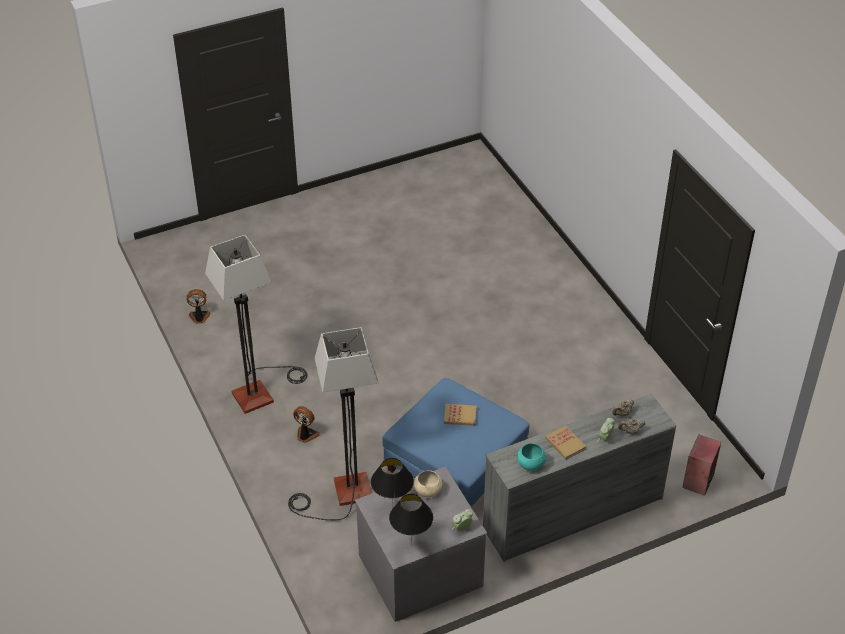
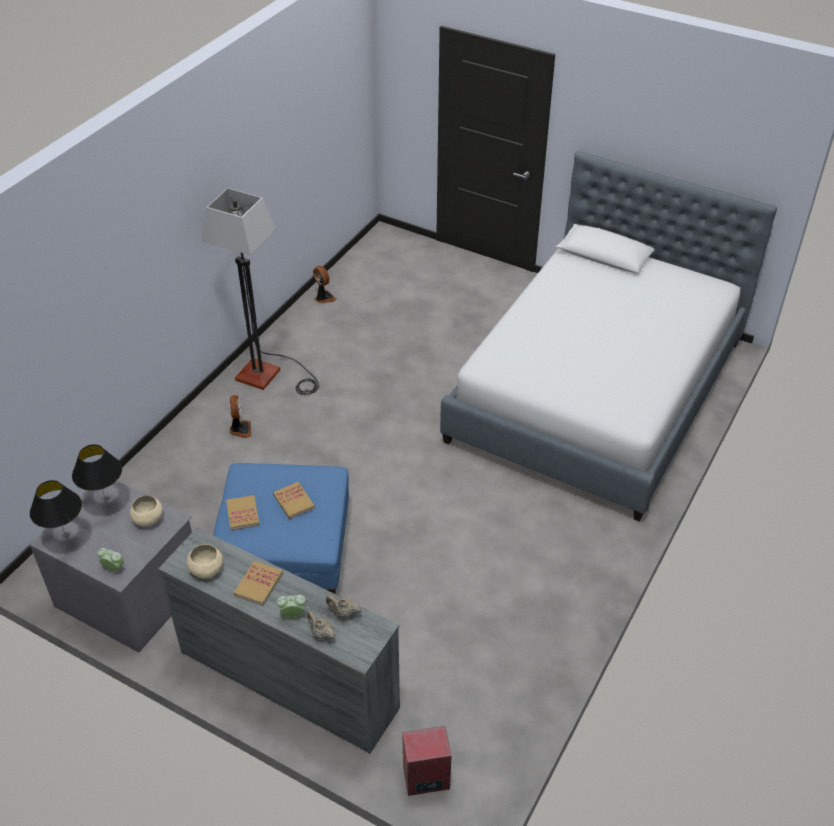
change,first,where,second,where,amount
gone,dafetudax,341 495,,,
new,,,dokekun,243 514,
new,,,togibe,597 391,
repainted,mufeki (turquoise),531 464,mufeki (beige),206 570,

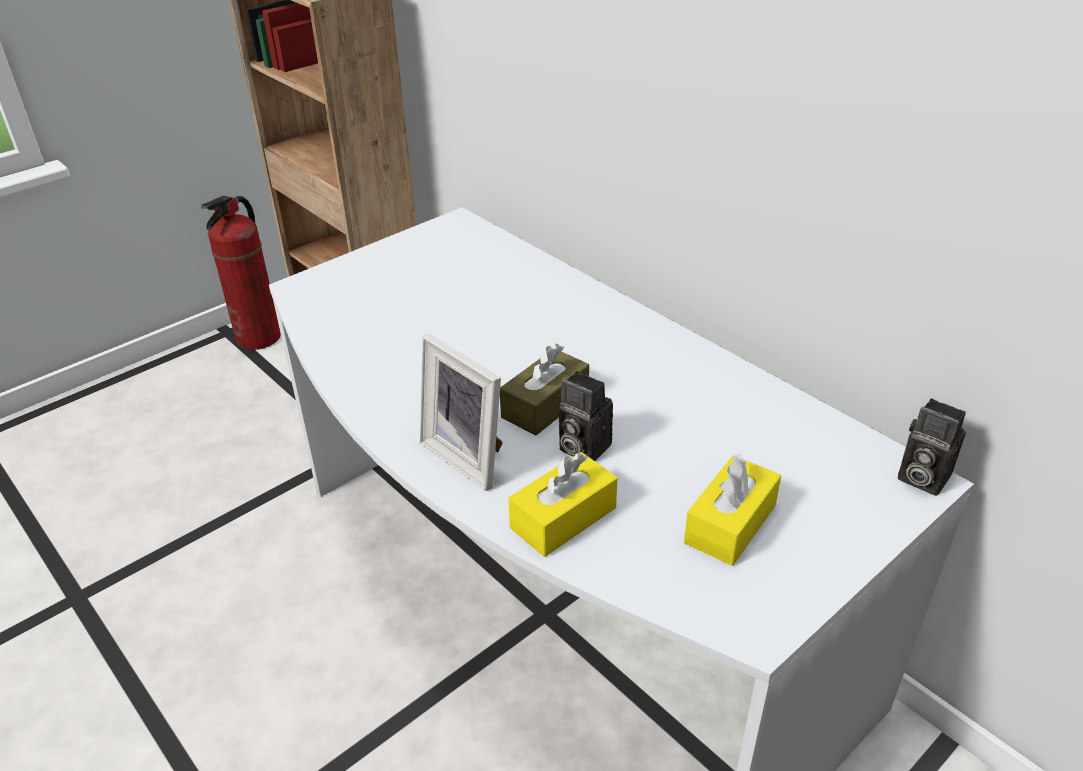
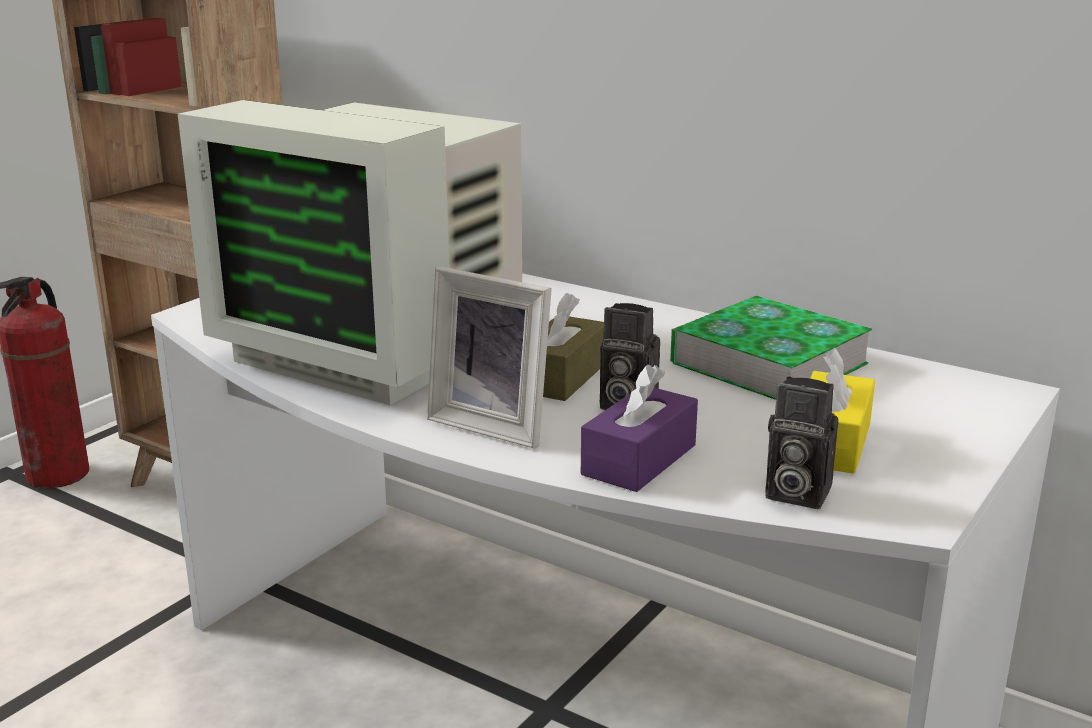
change,first,where,second,where,amount
new,,,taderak,376 349,
new,,,dokekun,768 363,
shifted,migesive,919 477,,793 493,
repainted,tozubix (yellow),563 518,tozubix (purple),639 460,

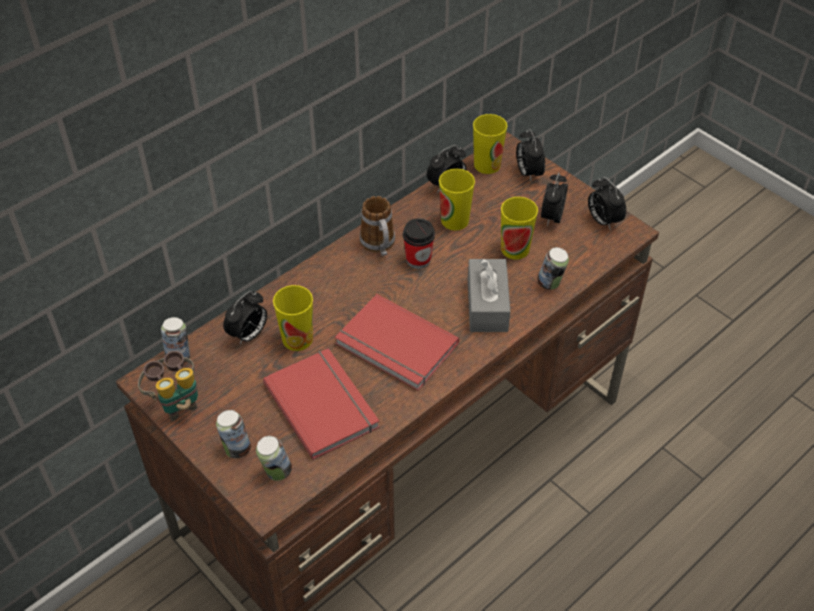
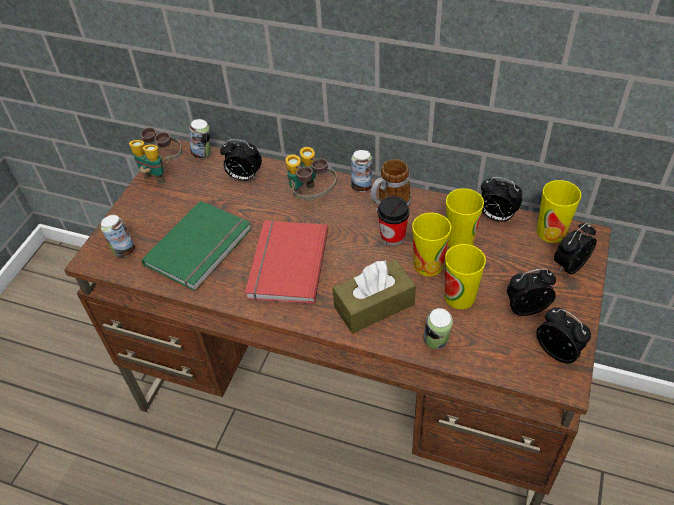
change,first,where,second,where,amount
new,,,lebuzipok,311 197,
shifted,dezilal,236 449,,361 186,
shifted,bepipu,297 339,,428 265,
repainted,dokekun (red),324 403,dokekun (green),201 248,
repainted,tozubix (grey),487 305,tozubix (brown),374 305,
rotated,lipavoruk,603 221,,558 351,105 degrees clockwise

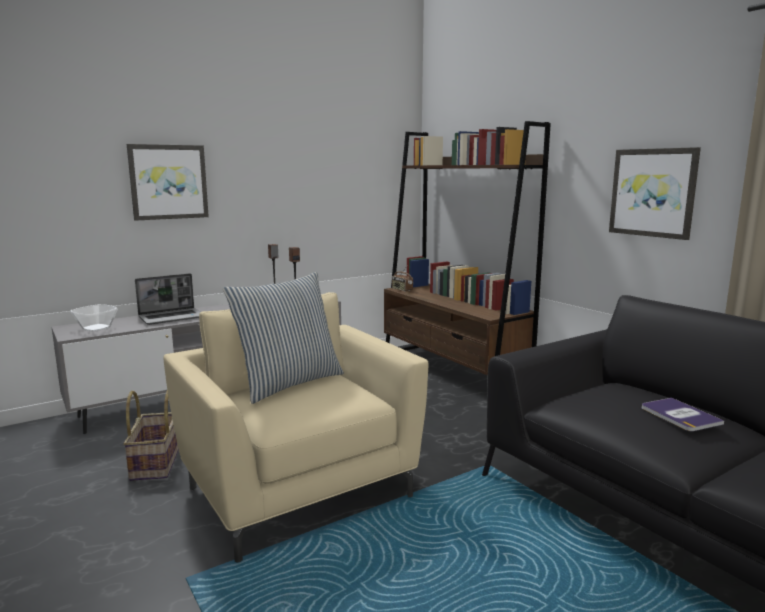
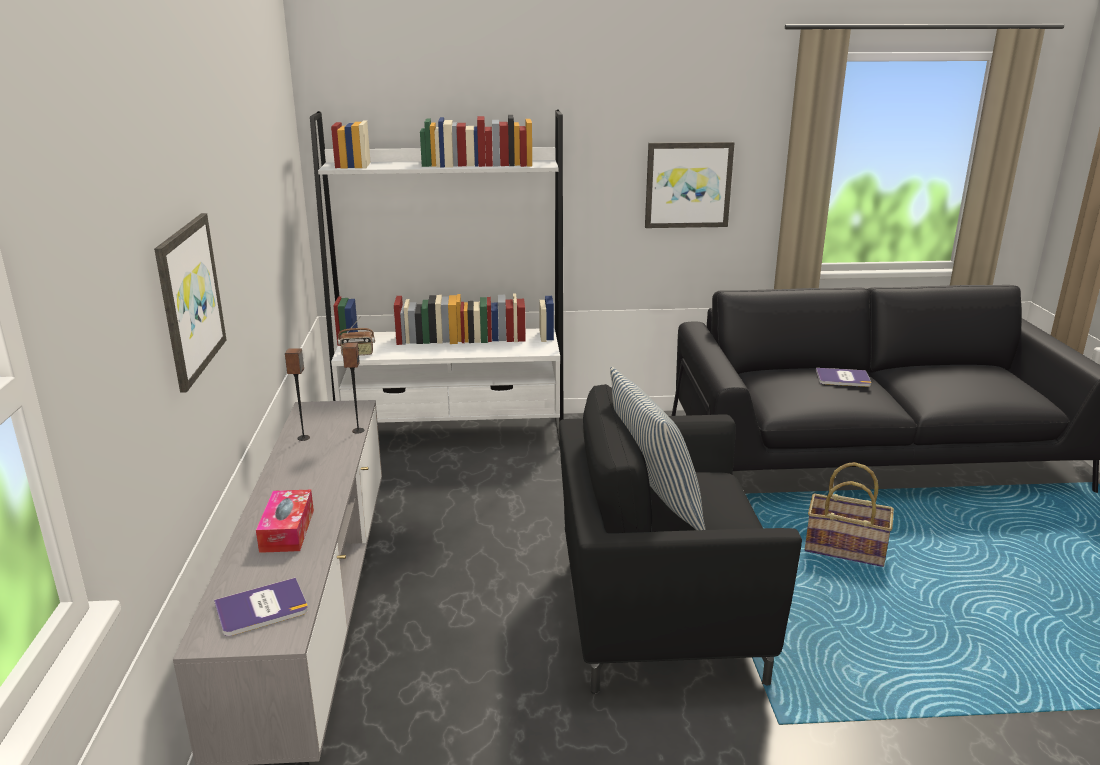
change,first,where,second,where,amount
shifted,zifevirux,157 463,,845 548,
swapped,mufeki,96 328,dokekun,262 608,
swapped,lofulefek,172 317,tozubix,287 530,
repainted,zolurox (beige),299 490,zolurox (black),655 615,
repainted,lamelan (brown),452 370,lamelan (white),453 433,

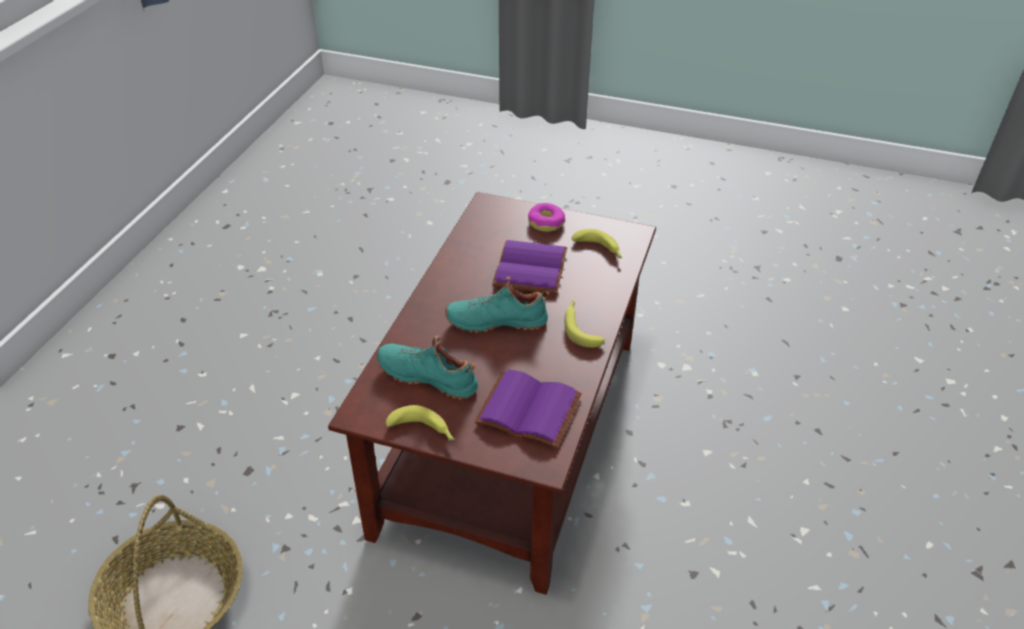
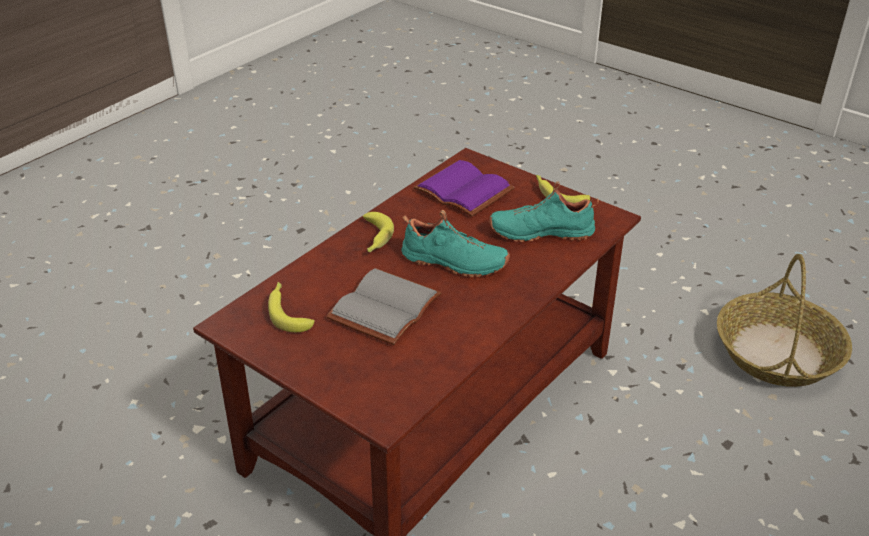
change,first,where,second,where,amount
gone,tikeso,546 222,,,
repainted,dokekun (purple),532 270,dokekun (grey),383 306,
rotated,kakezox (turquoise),429 376,,541 231,135 degrees clockwise

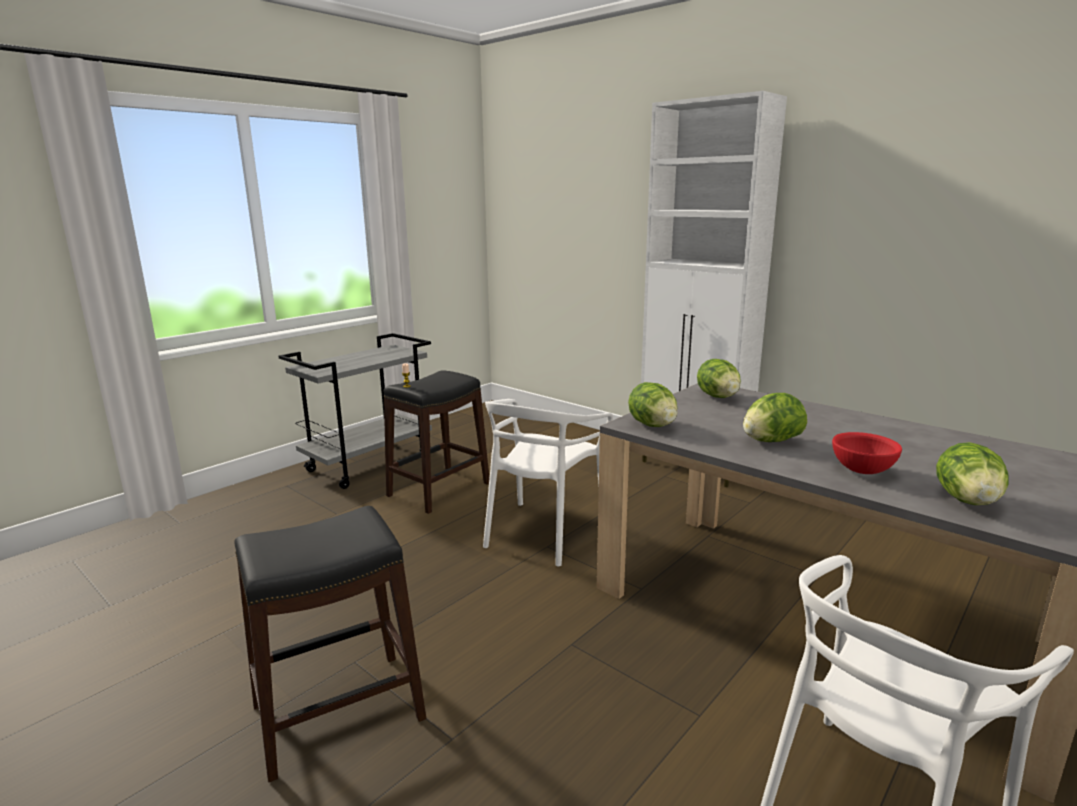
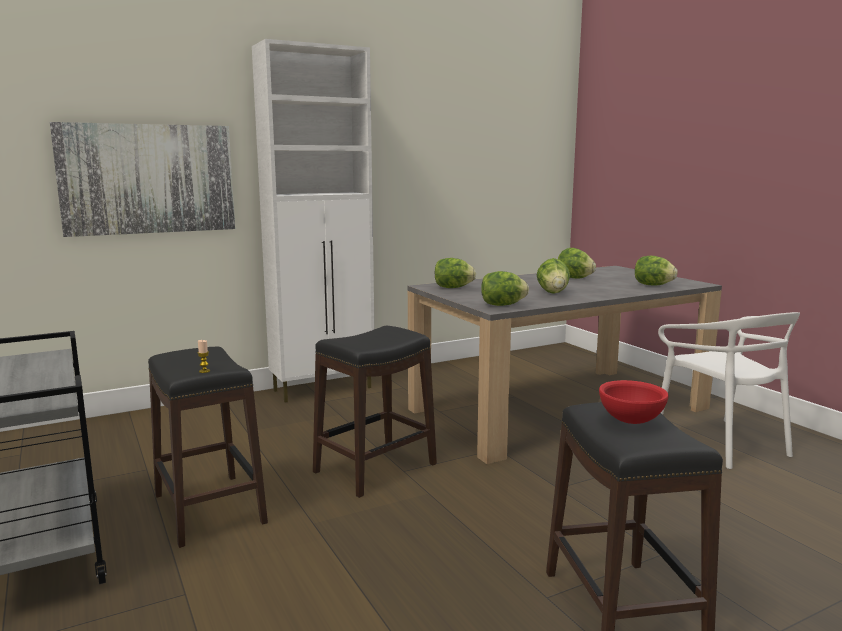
change,first,where,second,where,amount
new,,,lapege,148 179,
new,,,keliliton,574 278,
shifted,mufeki (red),861 470,,630 421,
swapped,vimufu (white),543 532,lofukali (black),376 468,

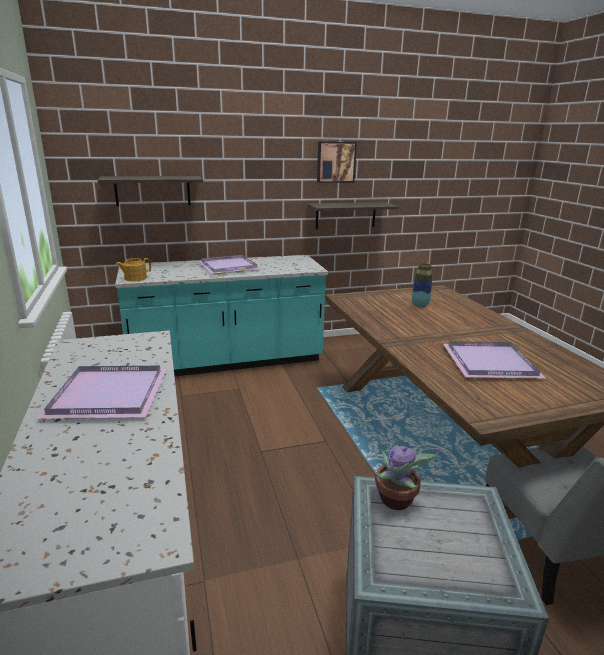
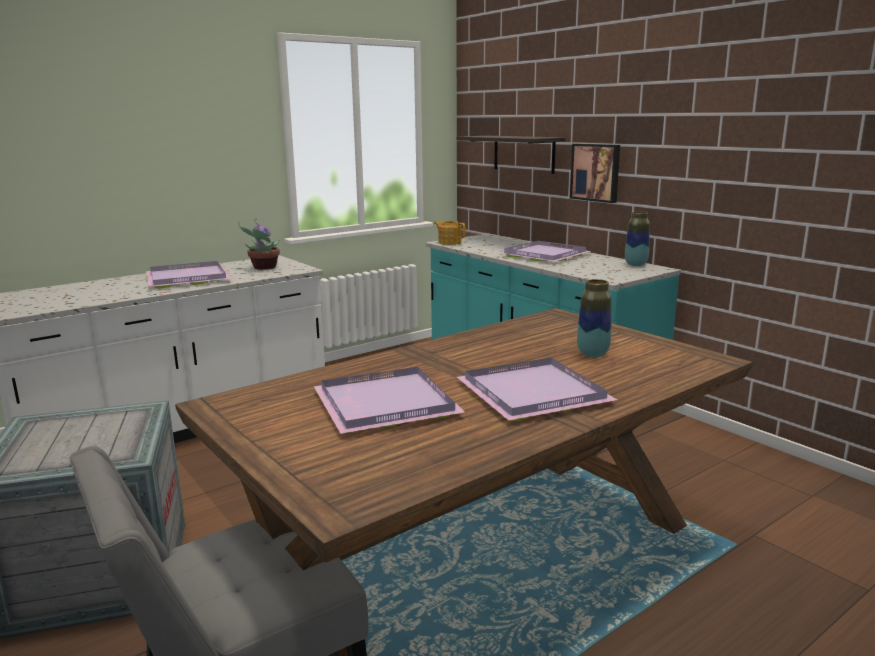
change,first,where,second,where,amount
gone,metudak,345 215,,,
new,,,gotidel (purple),532 394,
new,,,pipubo,635 264,
shifted,lapege,335 162,,596 172,
shifted,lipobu,396 501,,263 267,

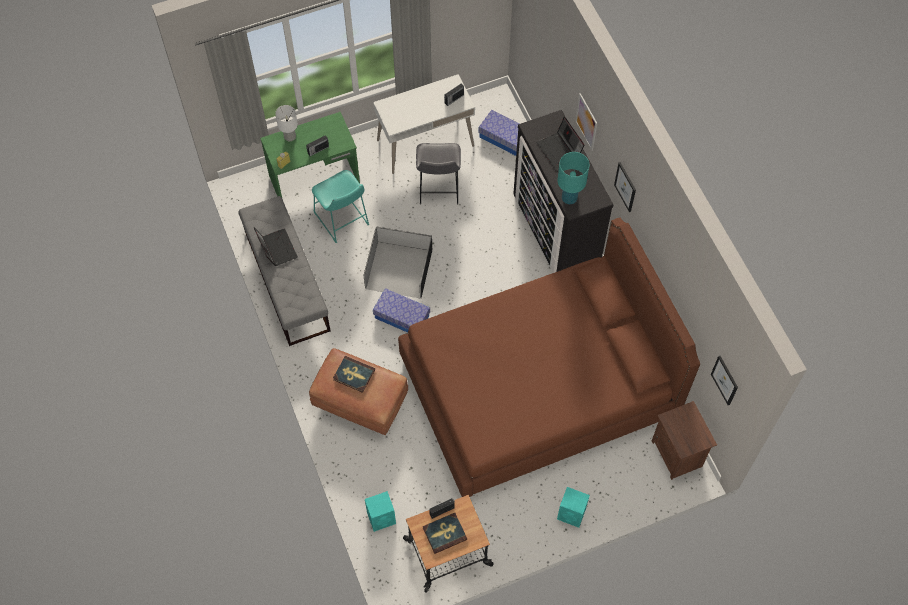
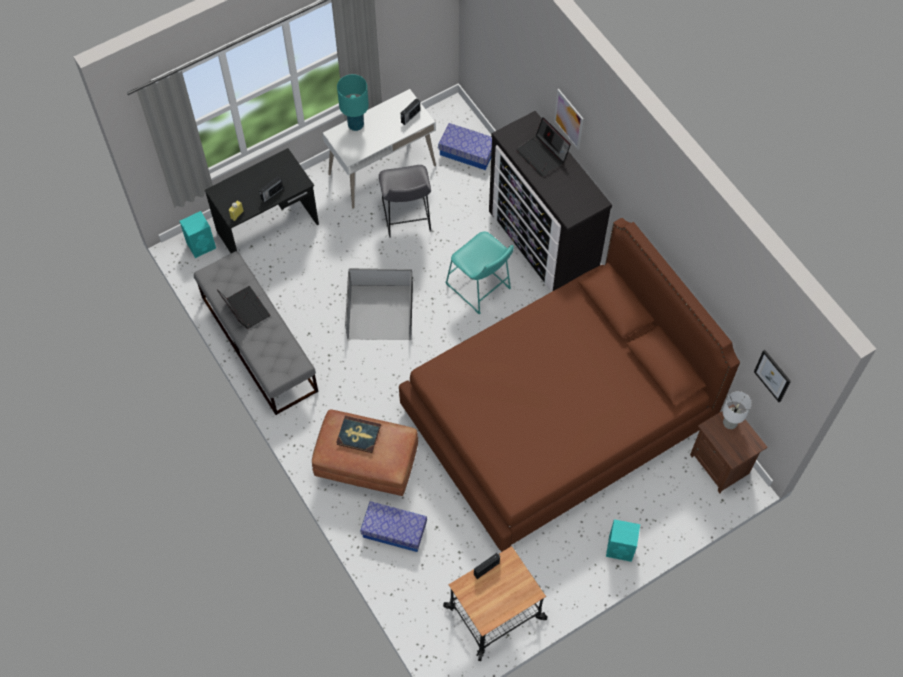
change,first,where,second,where,amount
gone,dokekun,444 533,,,
gone,lapege,625 187,,,
shifted,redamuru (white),290 136,,730 422,
shifted,lofukali (turquoise),342 221,,480 288,
shifted,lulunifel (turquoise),382 518,,202 245,
shifted,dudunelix,402 317,,394 531,
shifted,redamuru (turquoise),569 198,,355 125,
repainted,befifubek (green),315 180,befifubek (black),268 228,

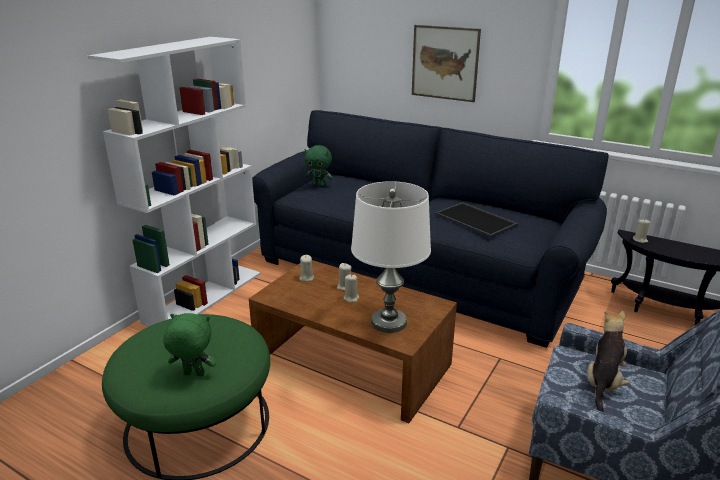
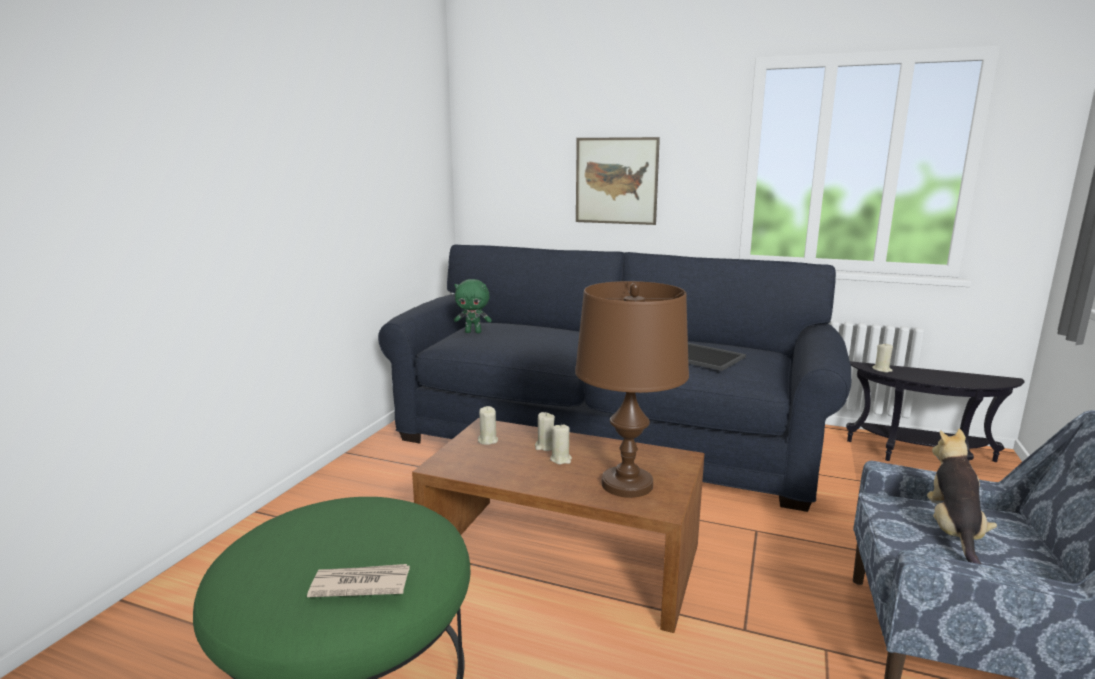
change,first,where,second,where,amount
gone,lamelan (white),204 296,,,
swapped,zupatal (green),193 375,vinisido,359 584,
repainted,redamuru (white),389 322,redamuru (brown),627 484,

